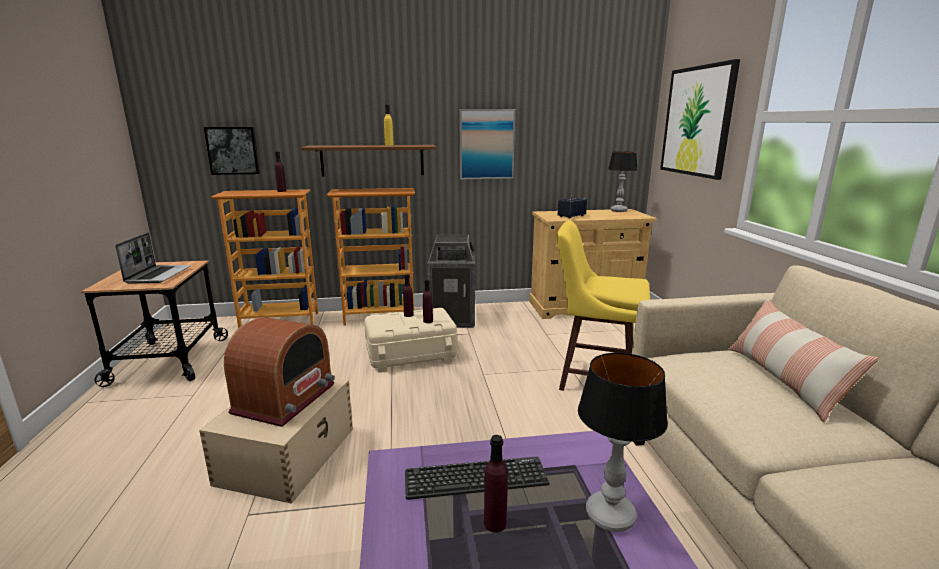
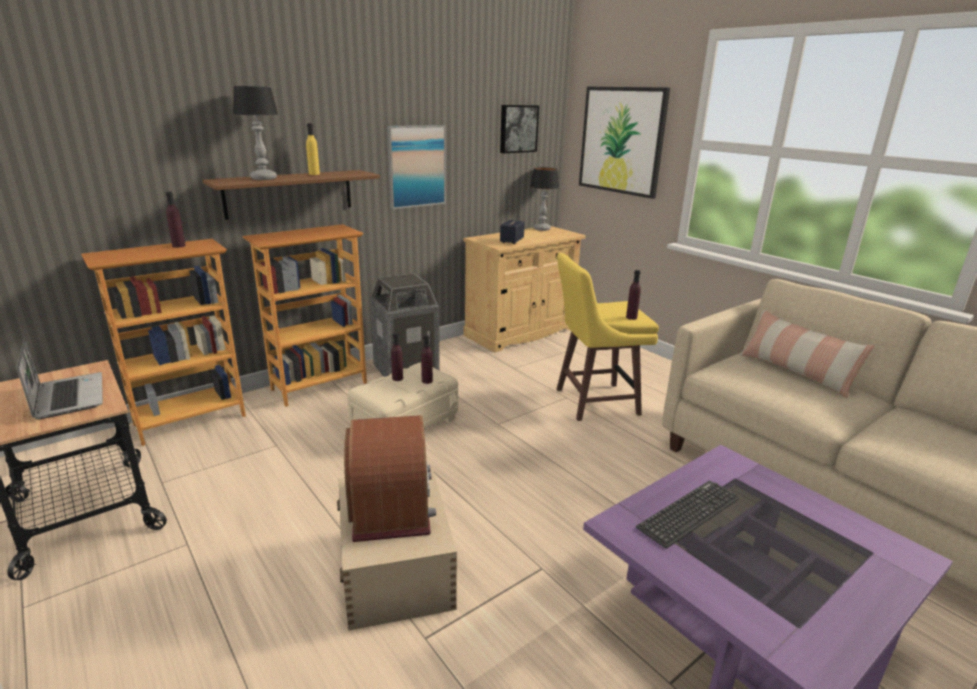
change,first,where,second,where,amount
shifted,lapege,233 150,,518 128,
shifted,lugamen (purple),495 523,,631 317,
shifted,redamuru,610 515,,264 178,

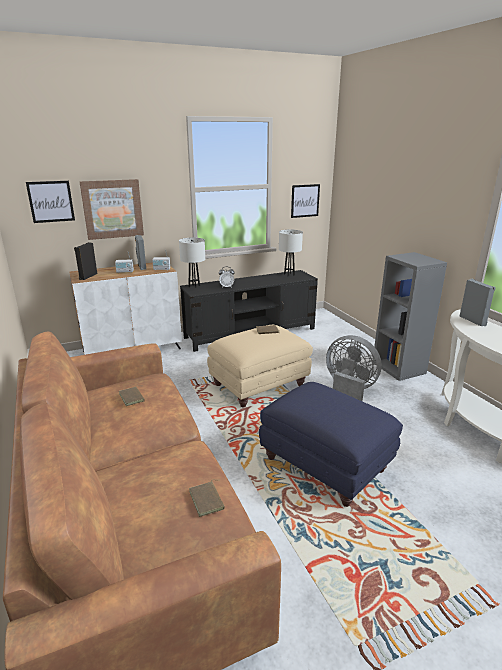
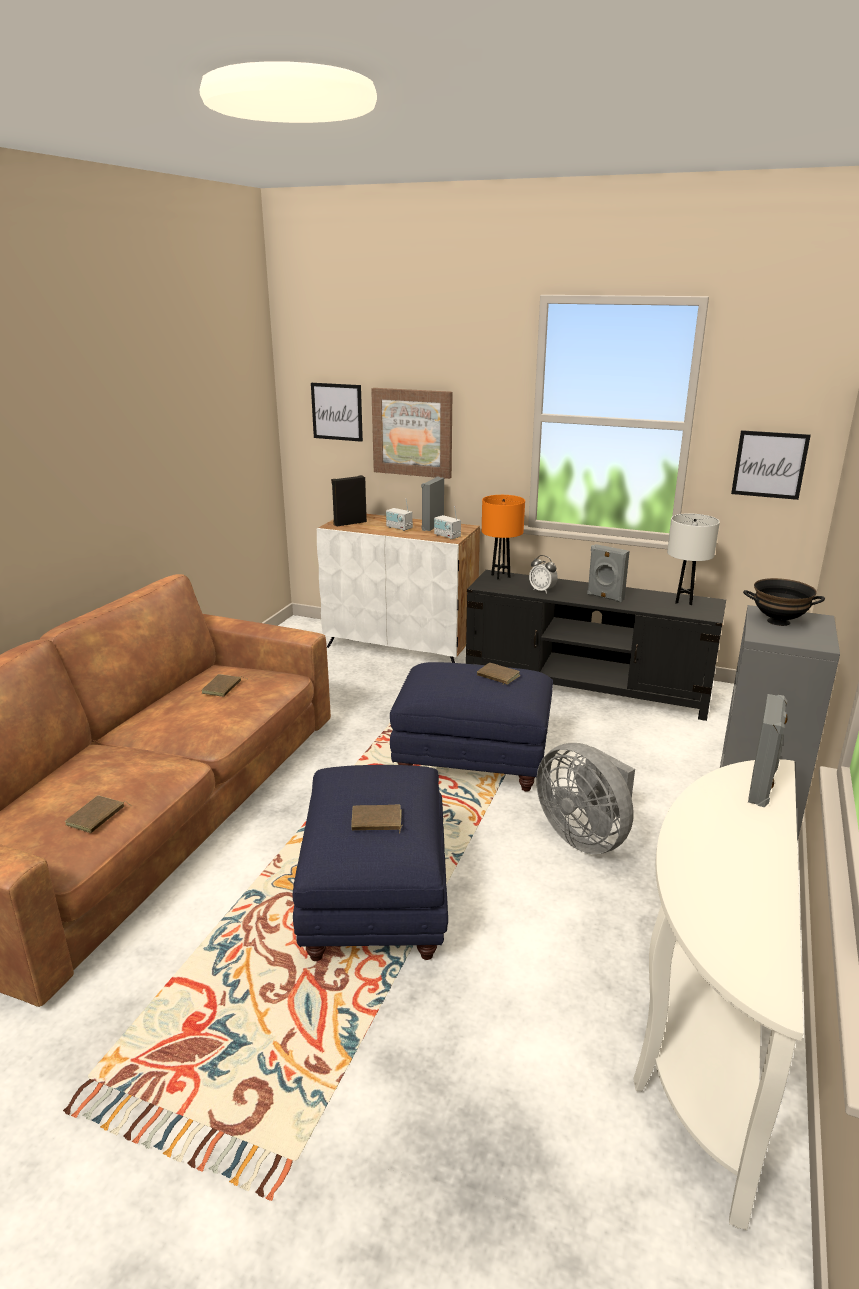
change,first,where,second,where,amount
new,,,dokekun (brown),376 822,
new,,,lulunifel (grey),605 597,
new,,,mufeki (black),778 621,
repainted,redamuru (white),194 286,redamuru (orange),500 576,
repainted,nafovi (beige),260 385,nafovi (blue),473 761,
rotated,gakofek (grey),349 391,,585 836,150 degrees clockwise

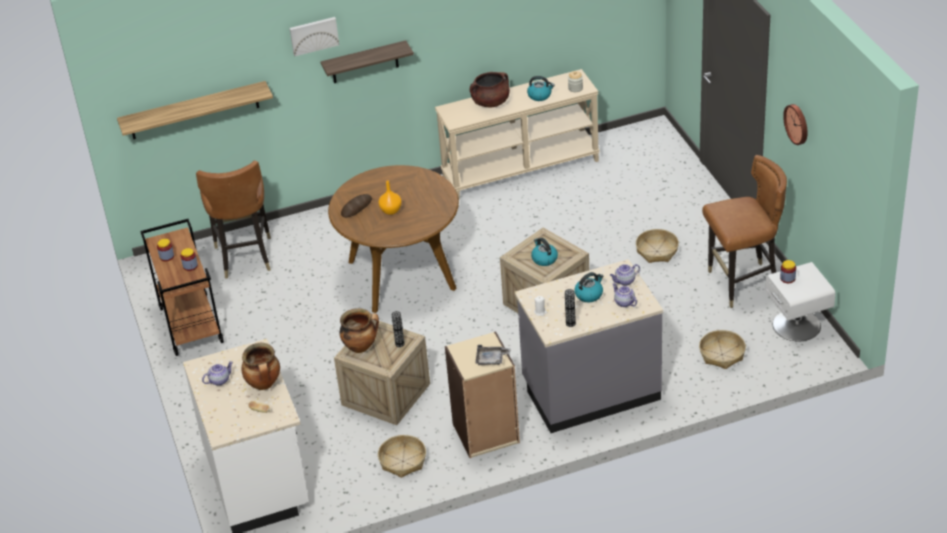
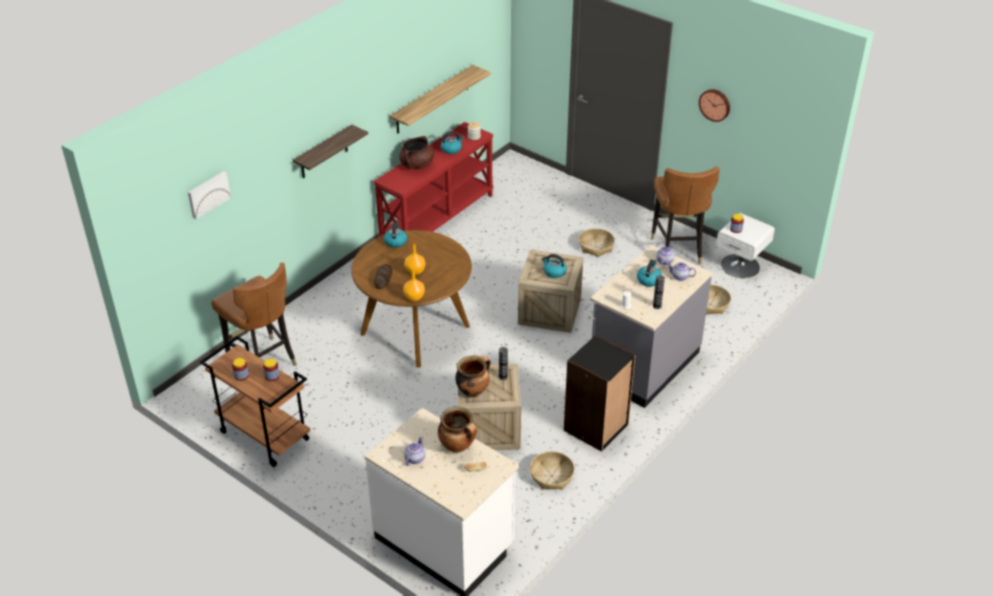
change,first,where,second,where,amount
gone,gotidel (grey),491 359,,,
new,,,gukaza,395 242,
new,,,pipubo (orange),414 297,
shifted,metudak,194 111,,432 100,
shifted,lapege,314 35,,208 194,
repainted,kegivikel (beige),520 168,kegivikel (red),437 218,
repainted,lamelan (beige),486 434,lamelan (black),596 427,
rotated,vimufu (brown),742 284,,677 250,135 degrees clockwise

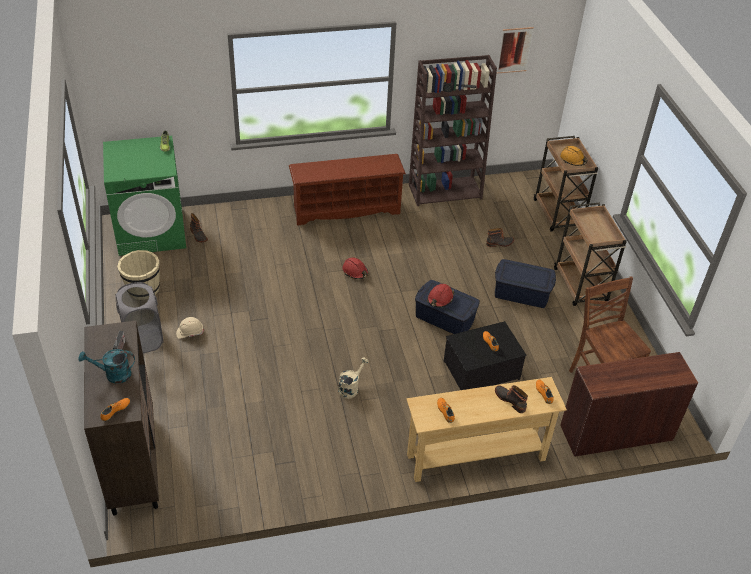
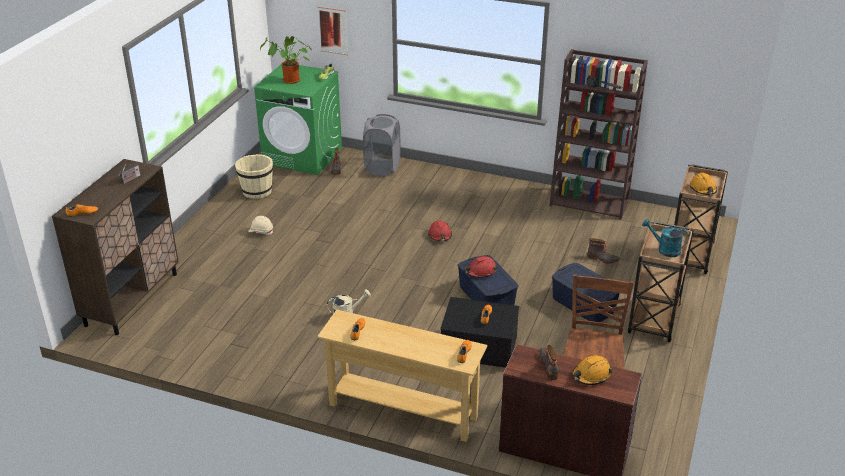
change,first,where,second,where,amount
gone,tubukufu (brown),346 209,,,
new,,,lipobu,290 81,
new,,,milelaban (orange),591 375,
shifted,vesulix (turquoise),113 374,,664 250,
shifted,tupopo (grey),143 339,,382 167,
shifted,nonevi,510 400,,549 365,
shifted,lapege,514 50,,333 30,

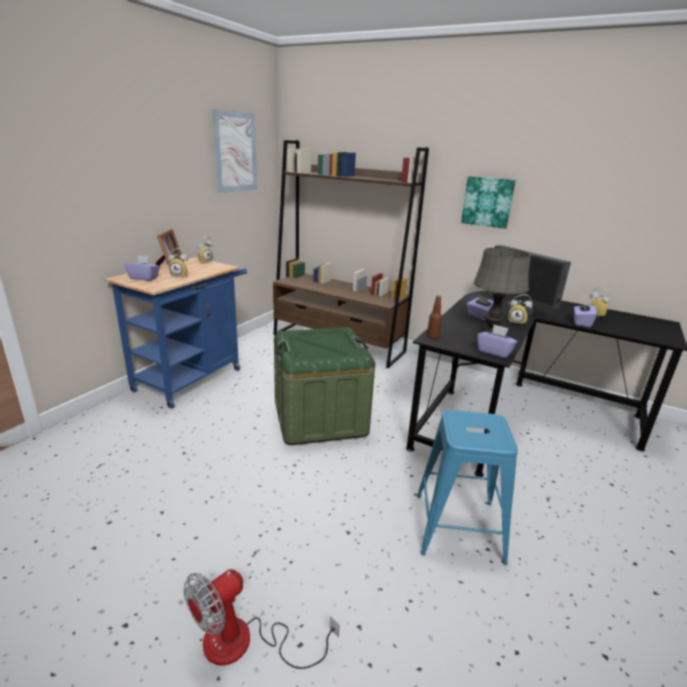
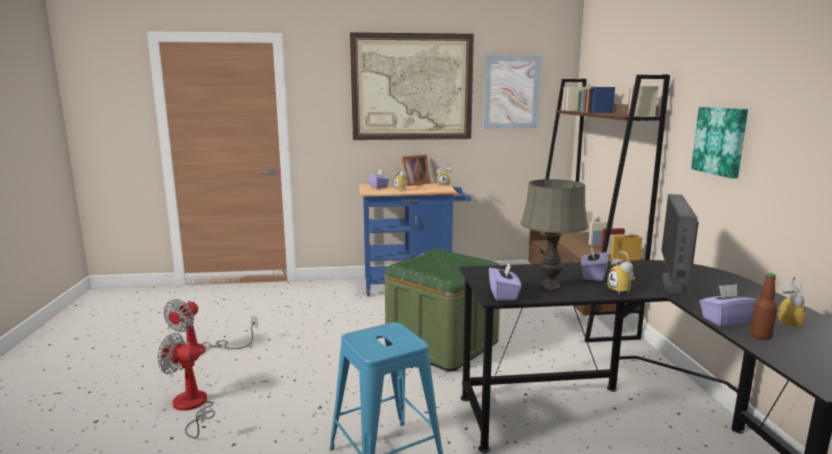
change,first,where,second,where,amount
new,,,gakofek,202 350,
new,,,lapege,412 87,
shifted,lugamen,433 336,,760 336,

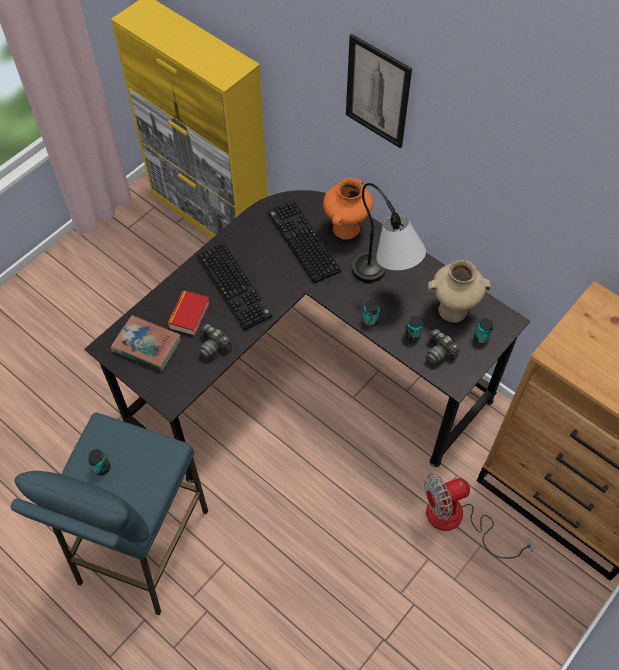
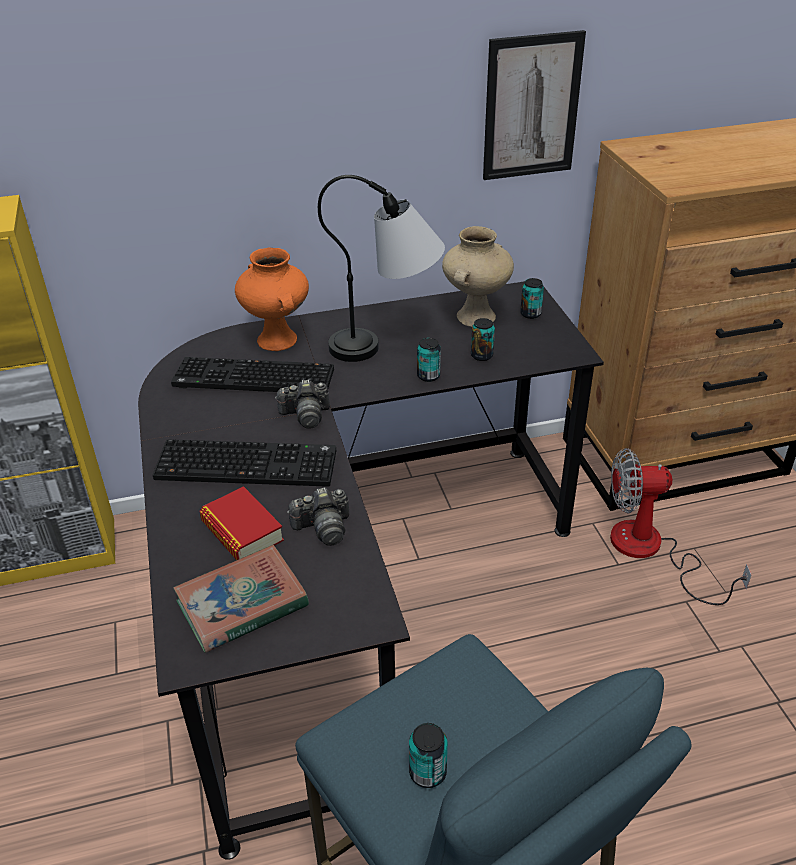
change,first,where,second,where,amount
shifted,lapege,377 92,,531 107,
shifted,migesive,439 352,,305 415,
rotated,gakofek,457 520,,651 551,75 degrees clockwise

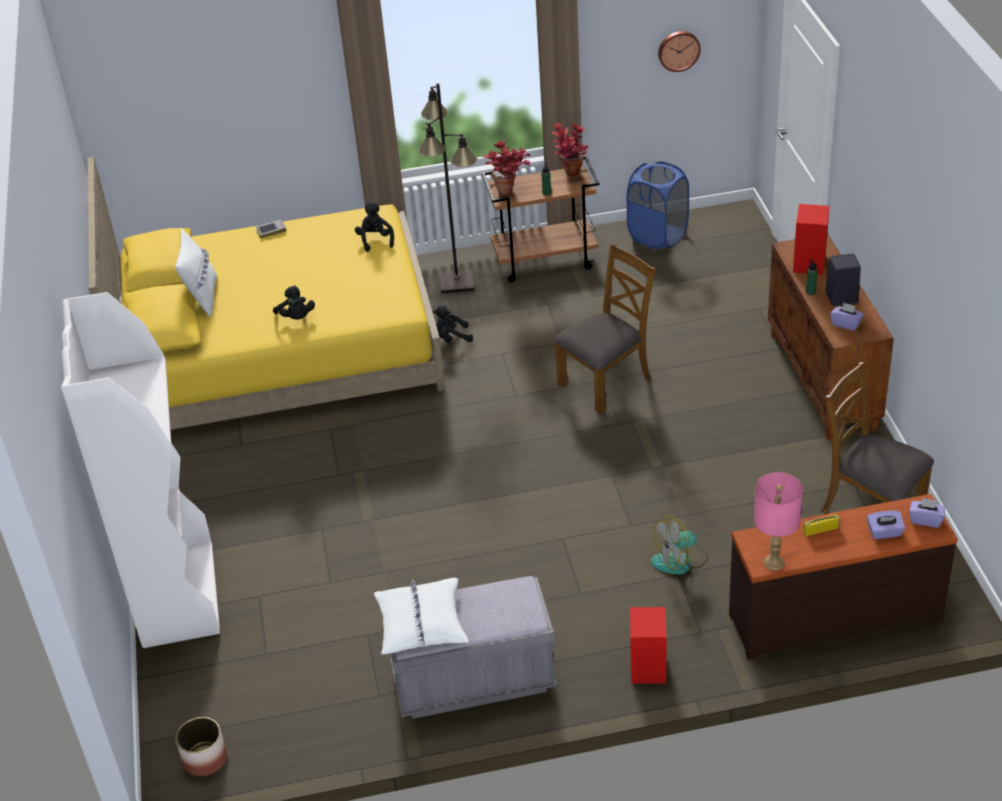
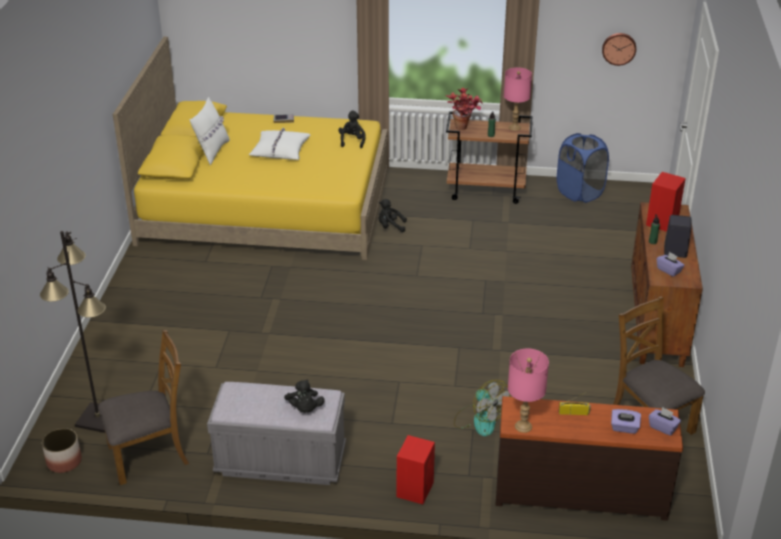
change,first,where,second,where,amount
gone,lamelan (white),177 594,,,
shifted,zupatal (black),296 318,,304 409,
shifted,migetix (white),421 623,,280 150,
shifted,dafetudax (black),457 282,,99 418,
shifted,vimufu (brown),606 381,,149 455,
swapped,lipobu,570 175,redamuru (pink),515 128,
rotated,gakofek,680 560,,479 420,120 degrees counterclockwise

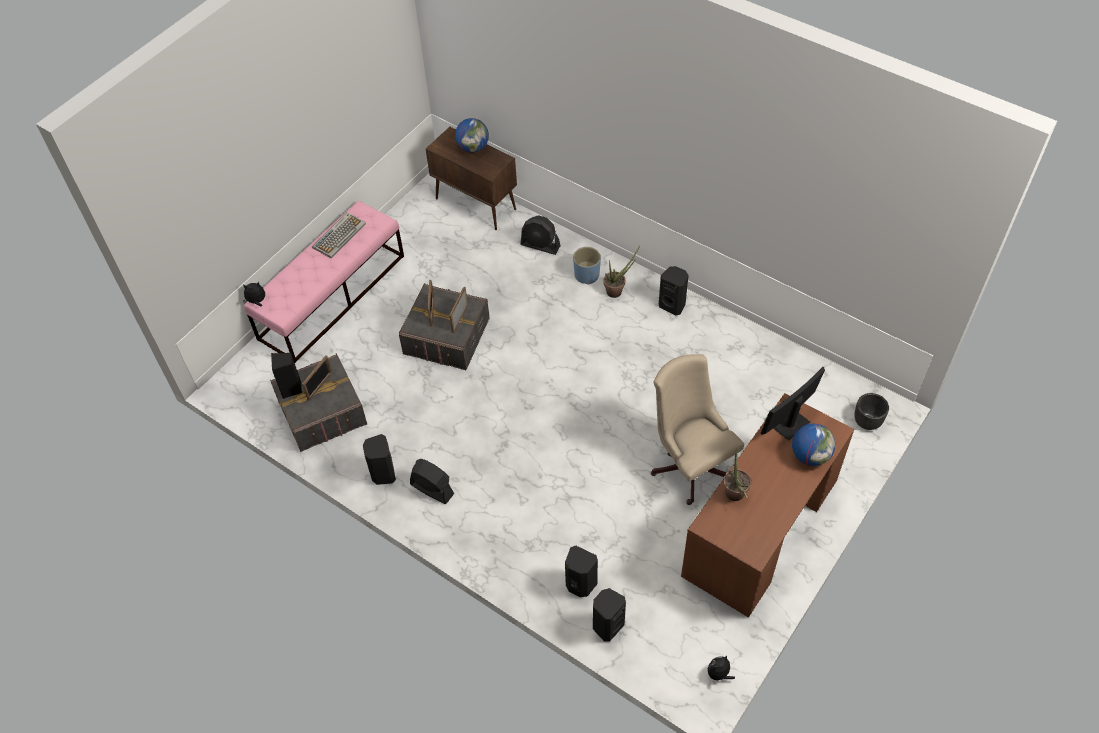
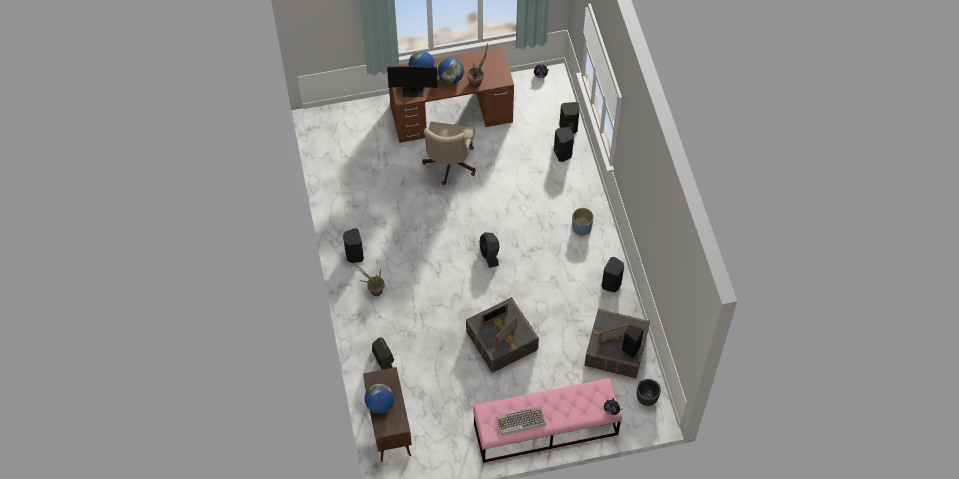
change,first,where,second,where,amount
new,,,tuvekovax,451 78,
shifted,gakofek (black),432 489,,489 254,
shifted,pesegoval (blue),586 275,,581 228,
shifted,pesegoval (black),867 422,,646 398,

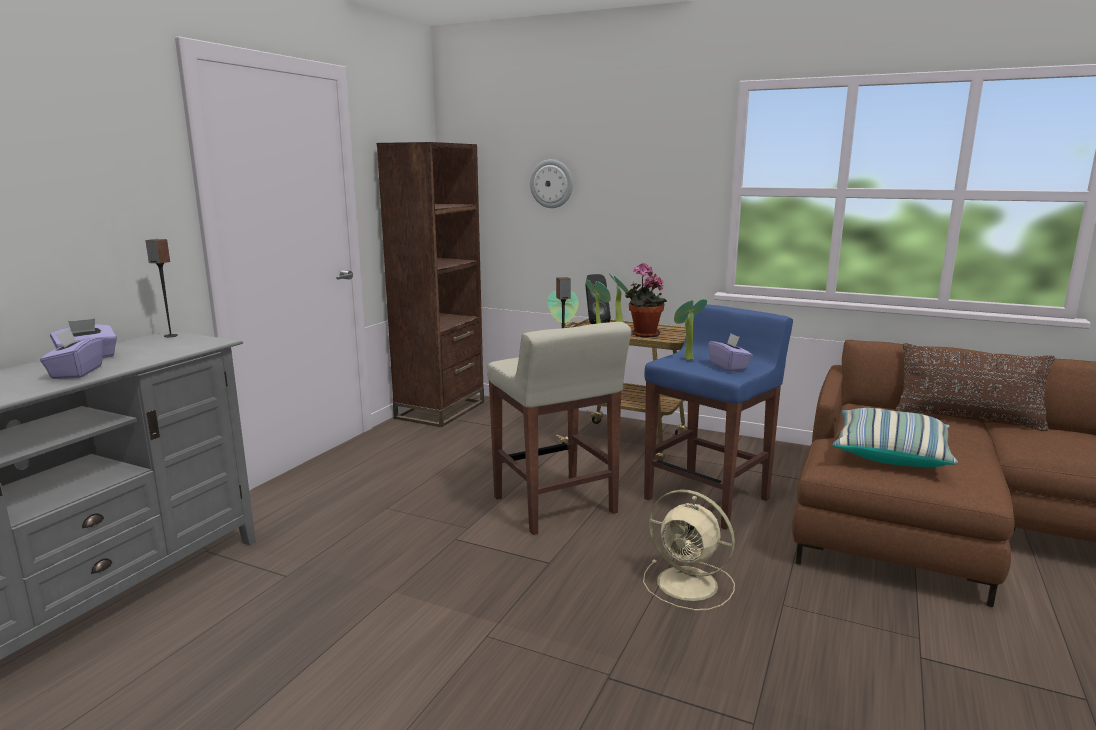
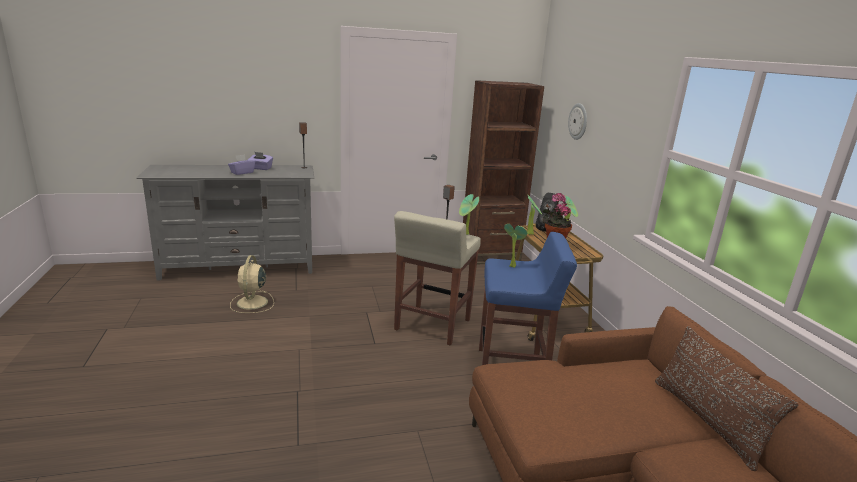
change,first,where,second,where,amount
gone,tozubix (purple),729 367,,,
gone,migetix,890 454,,,
shifted,gakofek (beige),690 584,,252 303,

